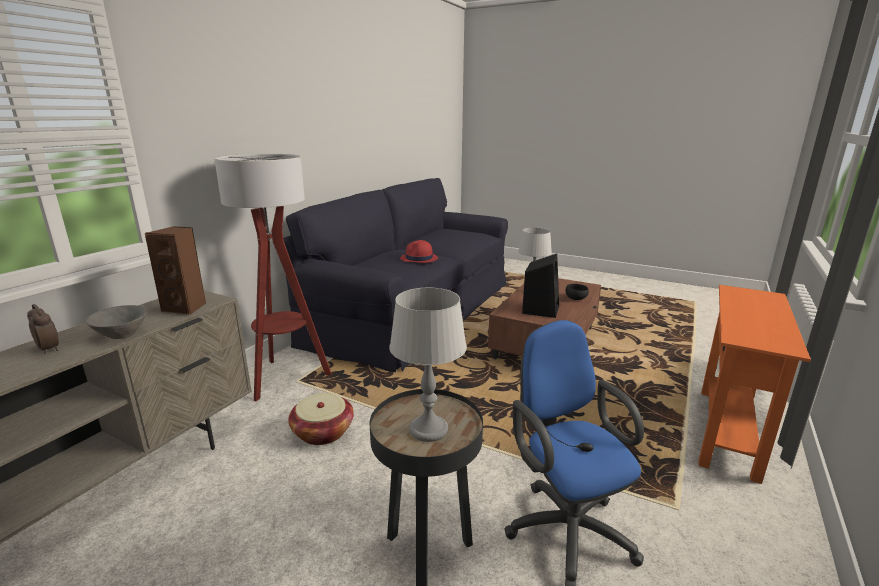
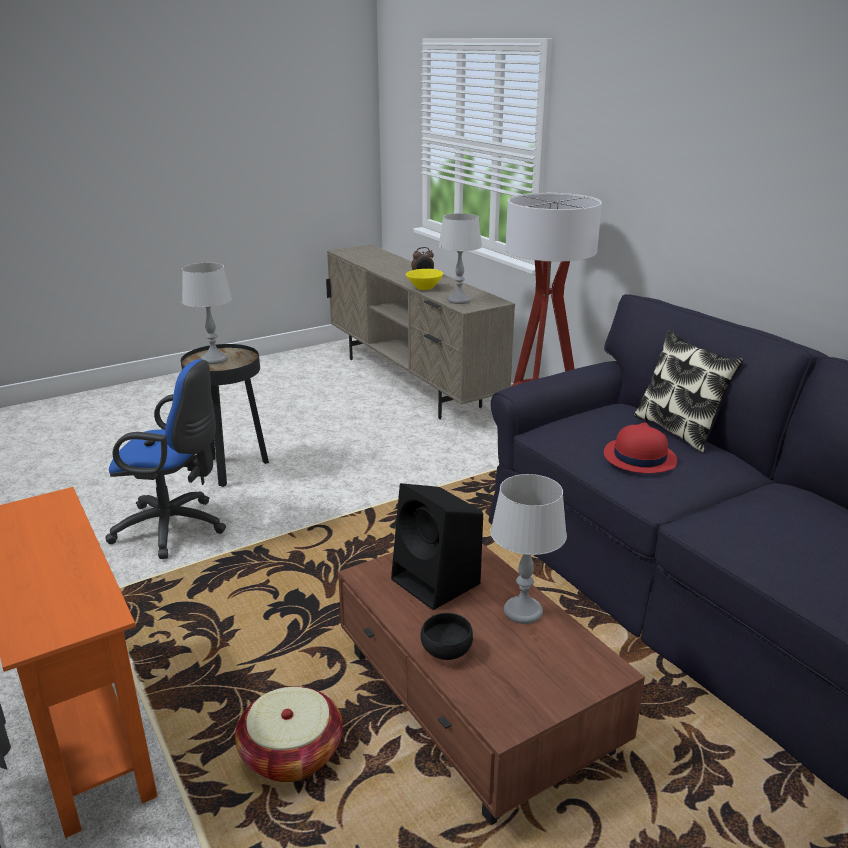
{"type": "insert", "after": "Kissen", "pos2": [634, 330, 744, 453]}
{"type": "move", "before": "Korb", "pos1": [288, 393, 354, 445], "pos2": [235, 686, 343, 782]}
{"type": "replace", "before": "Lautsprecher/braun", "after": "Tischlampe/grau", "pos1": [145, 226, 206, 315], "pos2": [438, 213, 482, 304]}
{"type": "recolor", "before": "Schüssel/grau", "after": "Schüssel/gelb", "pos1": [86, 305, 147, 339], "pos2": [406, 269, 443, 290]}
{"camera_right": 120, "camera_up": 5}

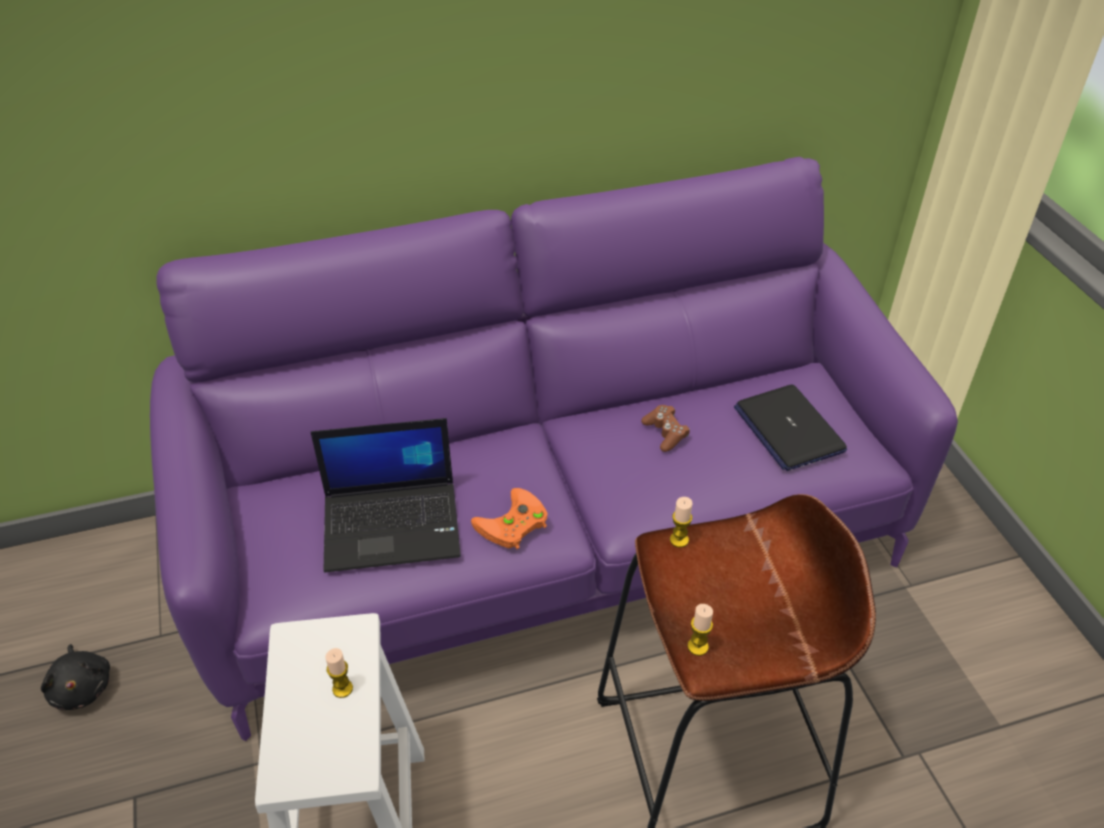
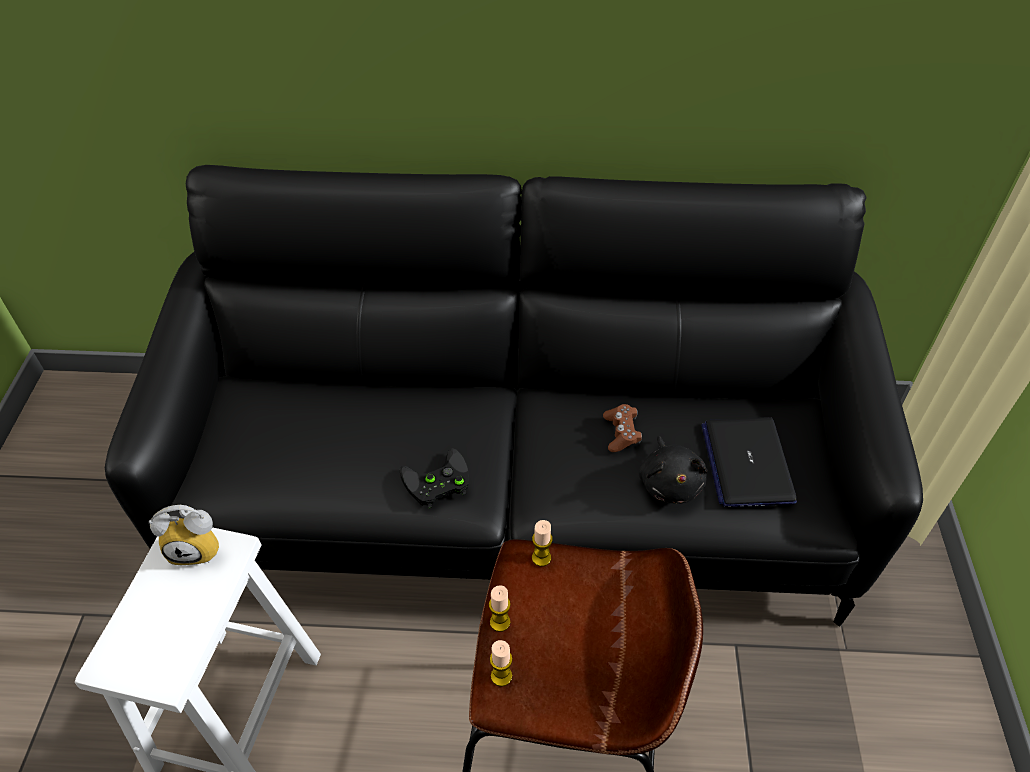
{"type": "delete", "before": "Laptop", "pos1": [311, 418, 461, 572]}
{"type": "insert", "after": "Wecker", "pos2": [149, 505, 219, 565]}
{"type": "move", "before": "Plüschtier/schwarz", "pos1": [41, 644, 110, 710], "pos2": [639, 436, 708, 504]}
{"type": "move", "before": "Kerze", "pos1": [326, 648, 353, 698], "pos2": [489, 585, 510, 632]}
{"type": "recolor", "before": "Sofa/lila", "after": "Sofa/schwarz", "pos1": [150, 157, 958, 741], "pos2": [105, 165, 923, 627]}
{"type": "recolor", "before": "Gamepad/orange", "after": "Gamepad/schwarz", "pos1": [471, 488, 548, 549], "pos2": [400, 448, 469, 508]}
{"camera_right": 20, "camera_up": 5}

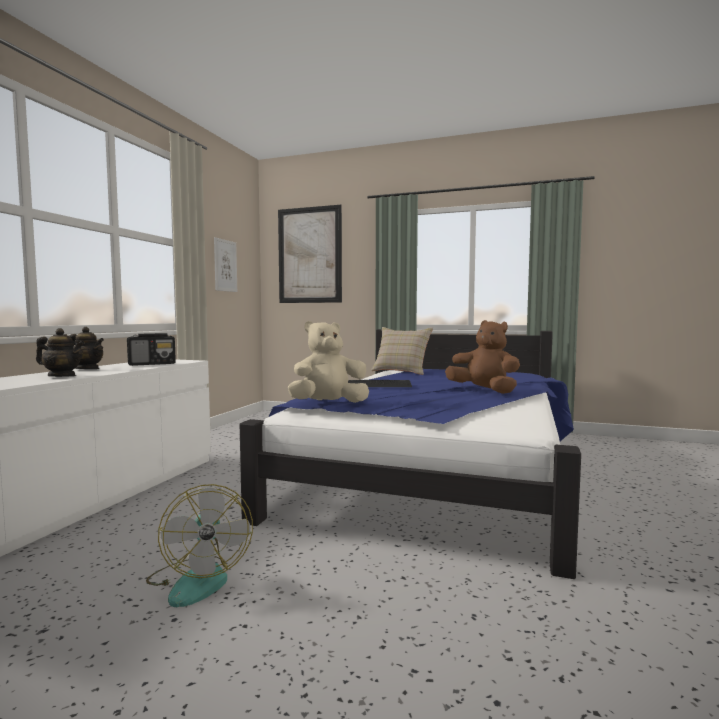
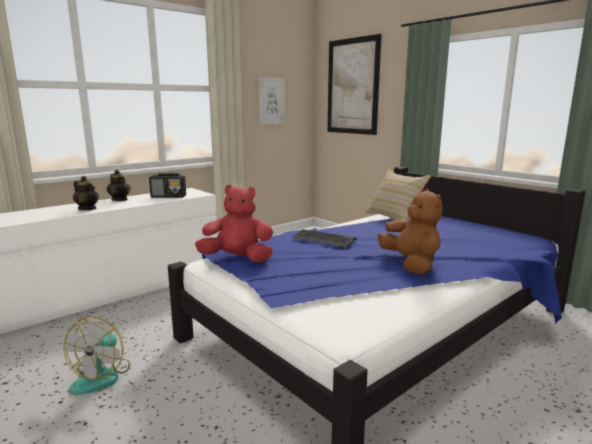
{"type": "recolor", "before": "Plüschtier/beige", "after": "Plüschtier/rot", "pos1": [288, 321, 369, 403], "pos2": [195, 185, 273, 263]}
{"camera_right": 30, "camera_up": 10}

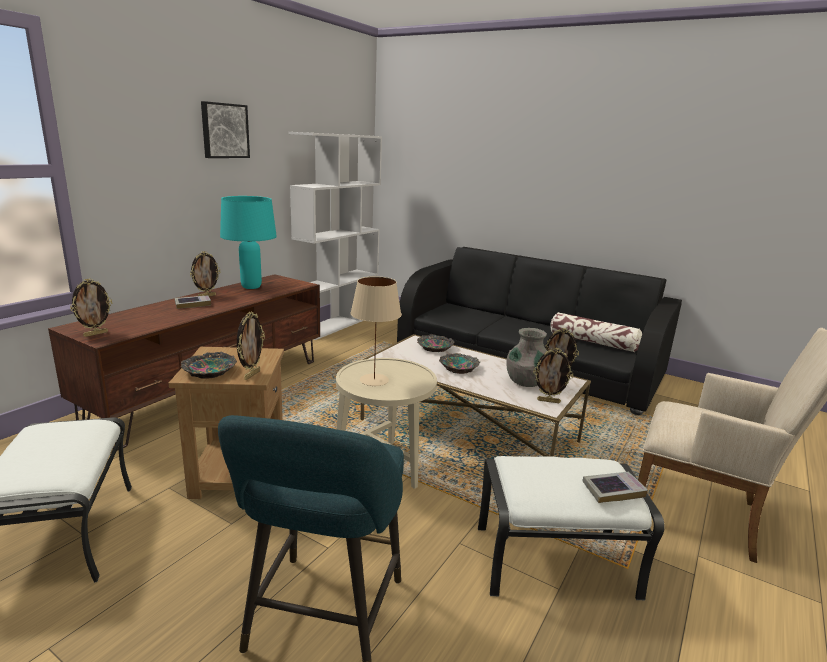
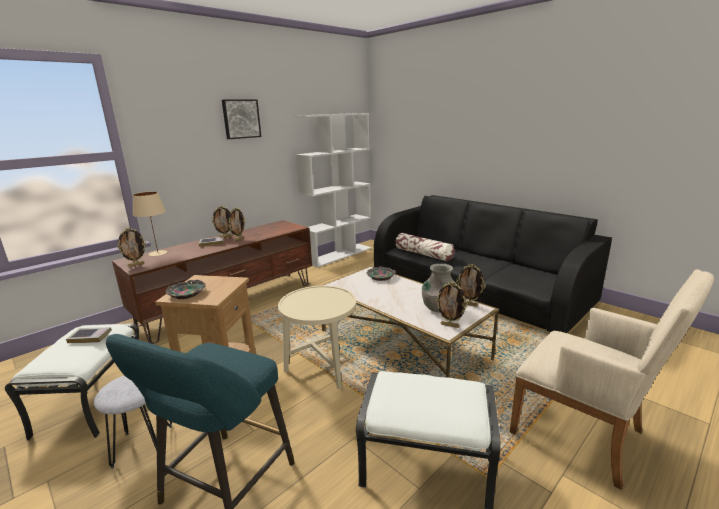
{"type": "delete", "before": "Tischlampe/türkis", "pos1": [220, 196, 277, 289]}
{"type": "delete", "before": "Schüssel", "pos1": [439, 353, 480, 374]}
{"type": "insert", "after": "Hocker/grau", "pos2": [94, 375, 173, 469]}
{"type": "move", "before": "Bilderrahmen", "pos1": [237, 311, 265, 380], "pos2": [228, 207, 246, 241]}
{"type": "move", "before": "Tischlampe/beige", "pos1": [350, 276, 402, 386], "pos2": [133, 191, 167, 256]}
{"type": "move", "before": "Kissen", "pos1": [550, 312, 642, 352], "pos2": [395, 233, 455, 261]}
{"type": "move", "before": "Buch", "pos1": [582, 472, 648, 503], "pos2": [66, 327, 112, 343]}
{"camera_right": 15, "camera_up": 0}

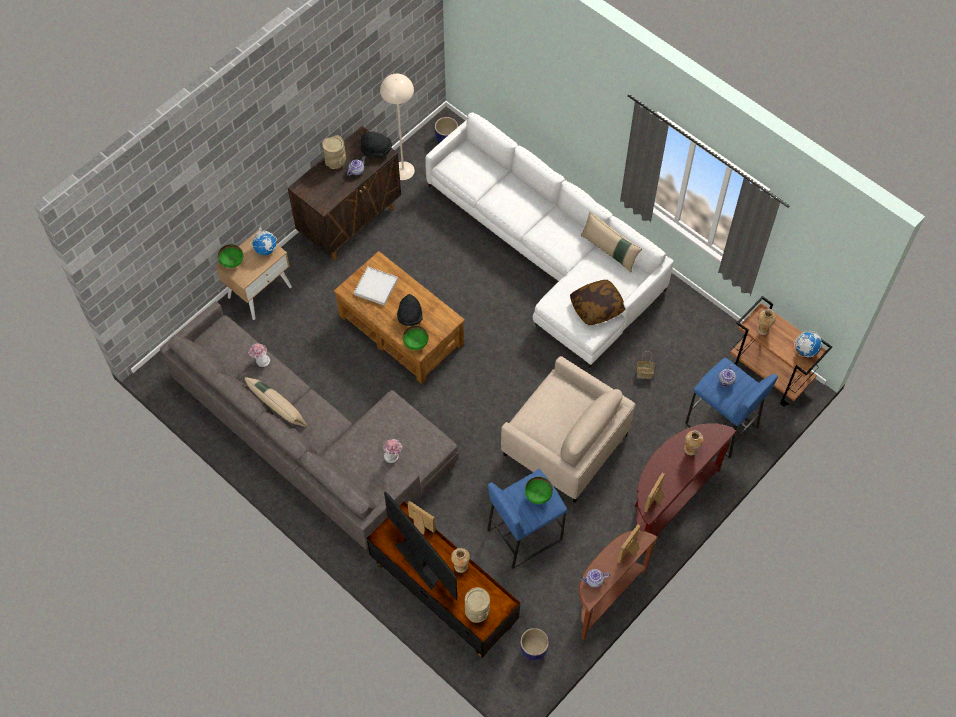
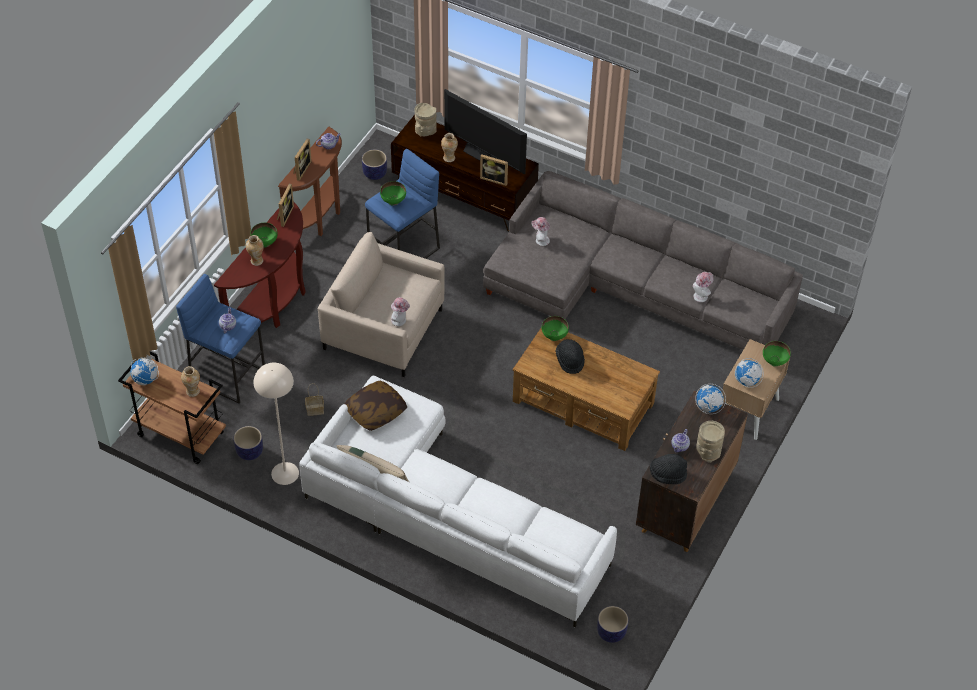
{"type": "delete", "before": "Kissen/beige", "pos1": [245, 377, 307, 427]}
{"type": "delete", "before": "Tablett/weiß", "pos1": [354, 266, 398, 305]}
{"type": "insert", "after": "Pflanzkübel", "pos2": [234, 426, 263, 460]}
{"type": "insert", "after": "Schüssel/grün", "pos2": [251, 223, 278, 247]}
{"type": "insert", "after": "Hut", "pos2": [391, 297, 410, 326]}
{"type": "insert", "after": "Globus", "pos2": [695, 384, 726, 414]}
{"type": "move", "before": "Stehlampe/beige", "pos1": [380, 74, 415, 180], "pos2": [254, 363, 299, 485]}
{"camera_right": 165, "camera_up": -10}

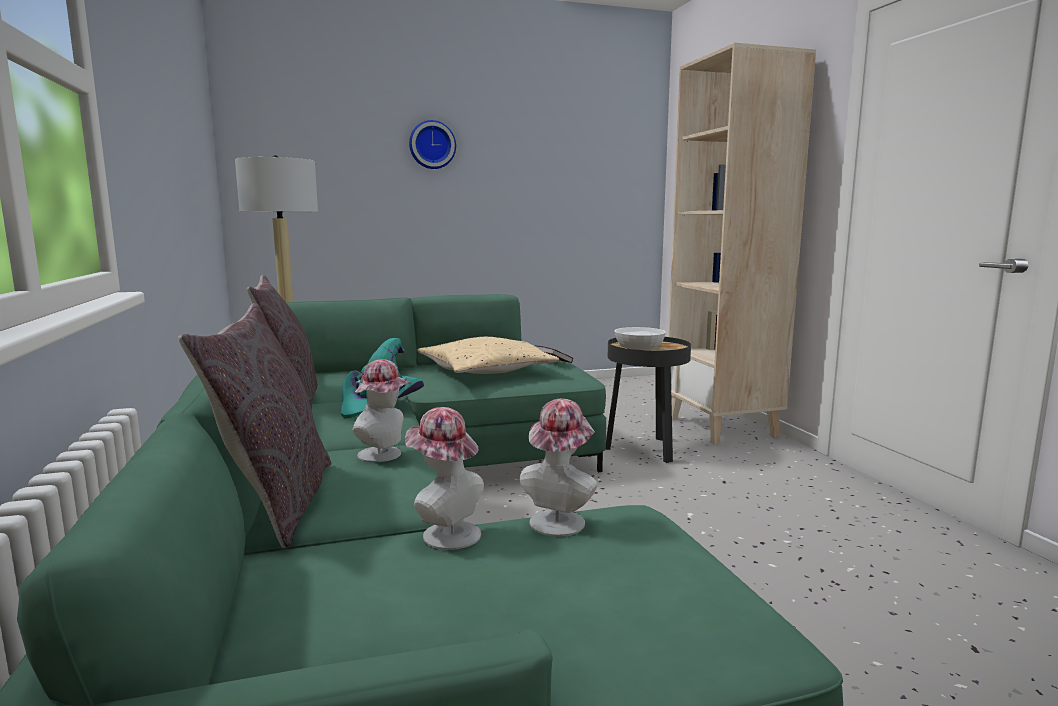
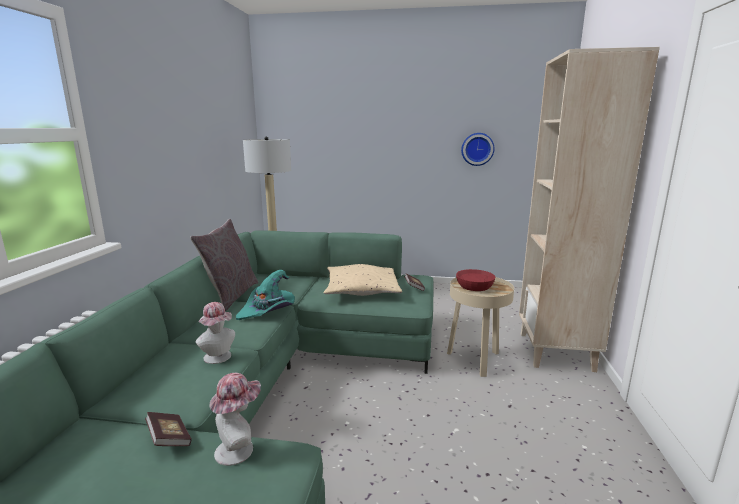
{"type": "delete", "before": "Kissen/grau", "pos1": [179, 303, 331, 548]}
{"type": "move", "before": "Wanduhr", "pos1": [409, 120, 456, 169], "pos2": [461, 133, 495, 166]}
{"type": "replace", "before": "Hut", "after": "Buch", "pos1": [405, 407, 484, 550], "pos2": [145, 412, 192, 446]}
{"type": "recolor", "before": "Beistelltisch/schwarz", "after": "Beistelltisch/beige", "pos1": [606, 337, 691, 463], "pos2": [447, 277, 514, 377]}
{"type": "recolor", "before": "Schüssel/weiß", "after": "Schüssel/rot", "pos1": [614, 327, 666, 350], "pos2": [456, 269, 495, 291]}
{"camera_right": 25, "camera_up": 5}

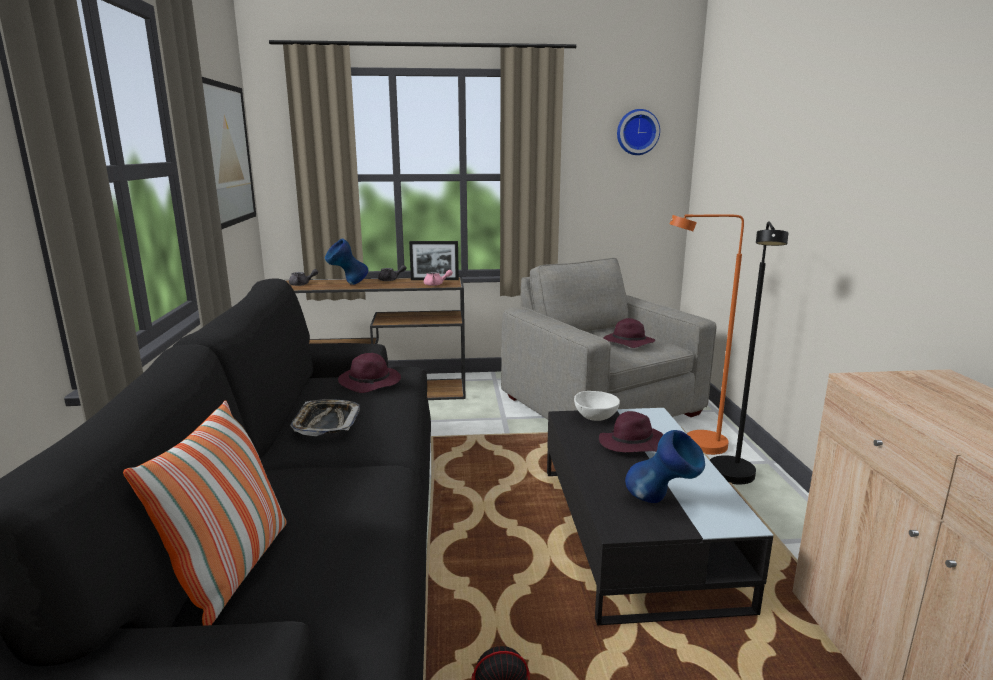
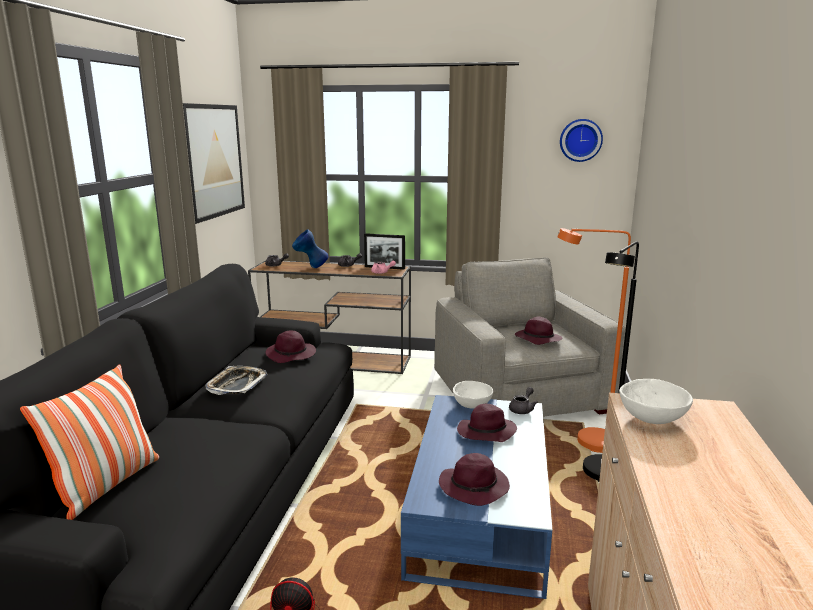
{"type": "insert", "after": "Teekanne/grau", "pos2": [509, 387, 538, 414]}
{"type": "insert", "after": "Schüssel/weiß", "pos2": [619, 379, 693, 424]}
{"type": "replace", "before": "Vase/blau", "after": "Hut/lila", "pos1": [625, 430, 705, 503], "pos2": [439, 453, 510, 506]}
{"type": "recolor", "before": "Couchtisch/schwarz", "after": "Couchtisch/blau", "pos1": [547, 408, 773, 625], "pos2": [401, 395, 552, 599]}
{"camera_right": 15, "camera_up": 0}

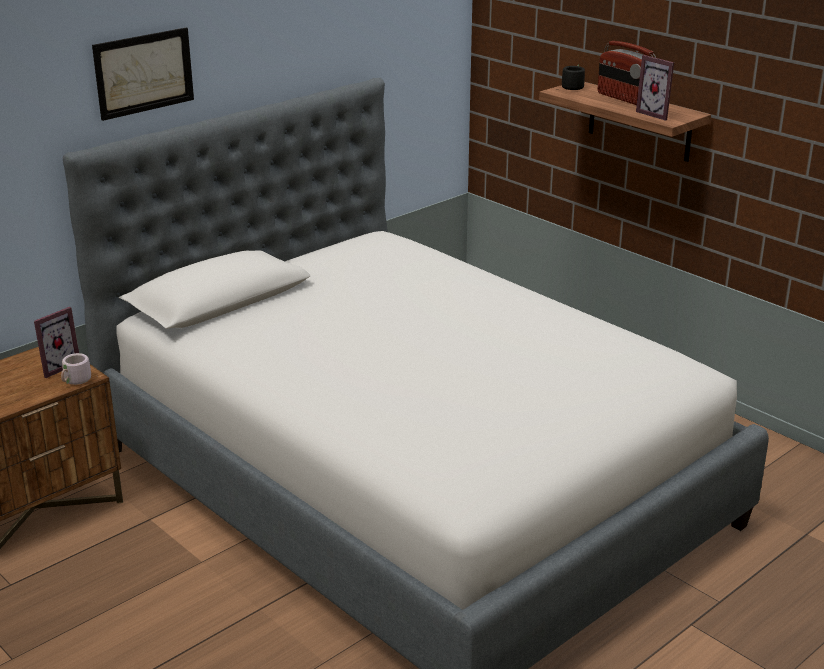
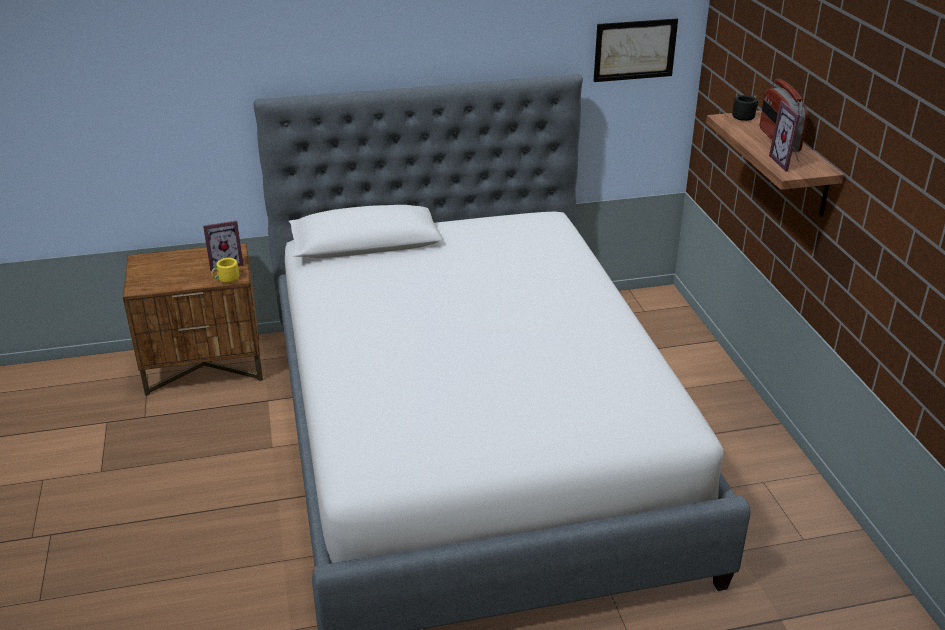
{"type": "move", "before": "Bild", "pos1": [92, 28, 194, 121], "pos2": [593, 18, 678, 82]}
{"type": "recolor", "before": "Henkelbecher/grau", "after": "Henkelbecher/gelb", "pos1": [61, 353, 91, 385], "pos2": [212, 258, 239, 283]}
{"camera_right": 30, "camera_up": 5}

